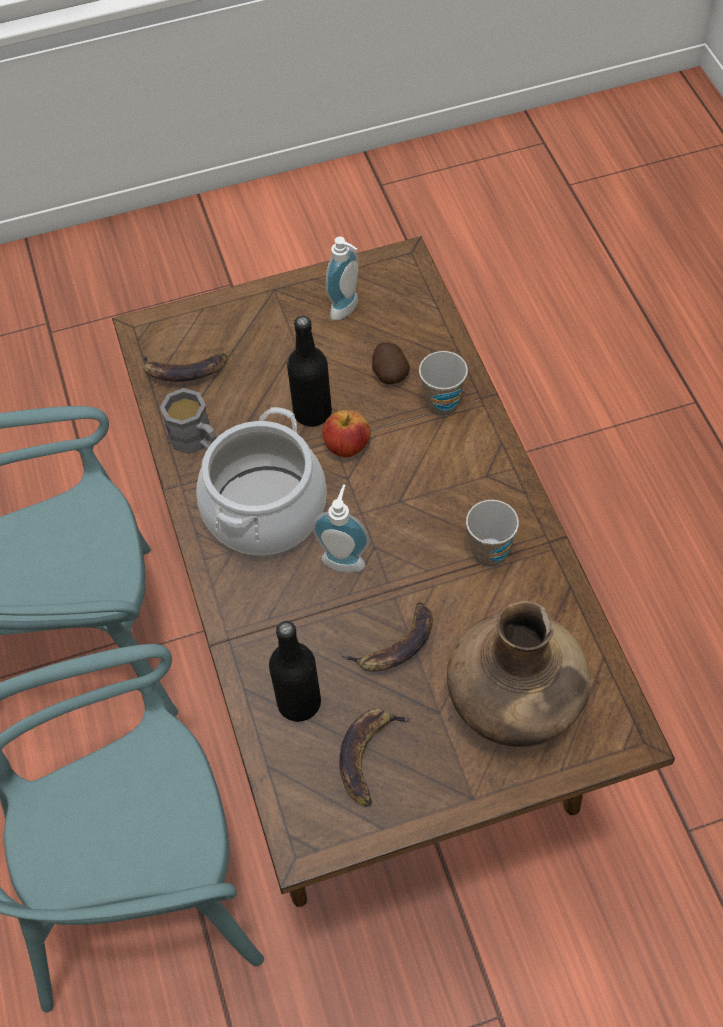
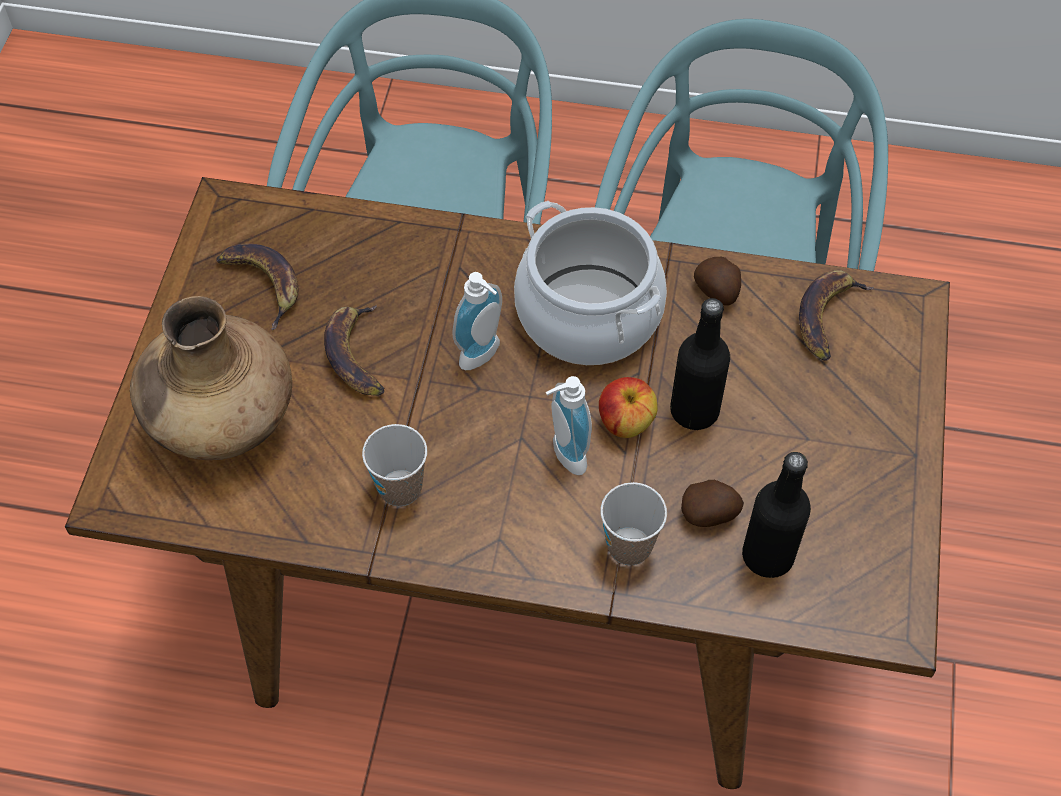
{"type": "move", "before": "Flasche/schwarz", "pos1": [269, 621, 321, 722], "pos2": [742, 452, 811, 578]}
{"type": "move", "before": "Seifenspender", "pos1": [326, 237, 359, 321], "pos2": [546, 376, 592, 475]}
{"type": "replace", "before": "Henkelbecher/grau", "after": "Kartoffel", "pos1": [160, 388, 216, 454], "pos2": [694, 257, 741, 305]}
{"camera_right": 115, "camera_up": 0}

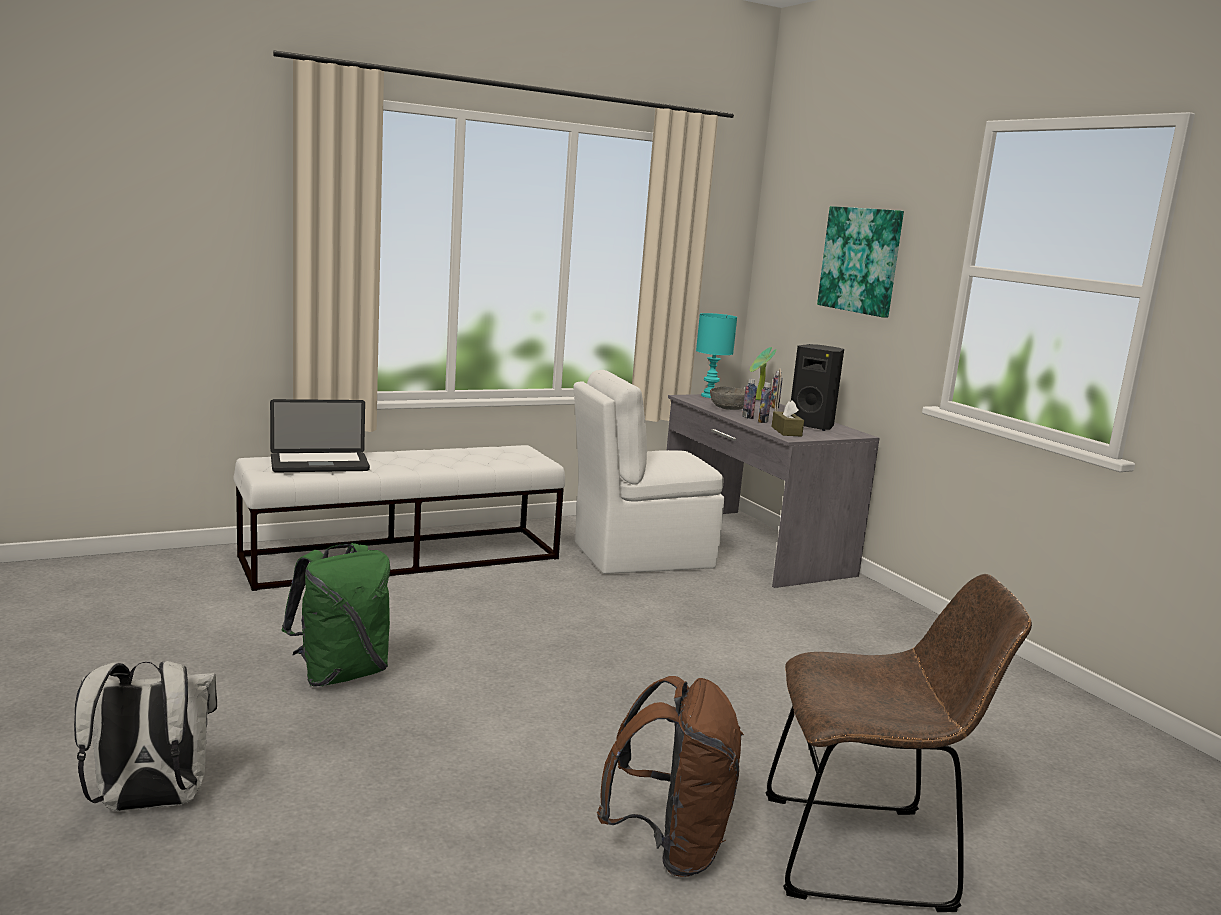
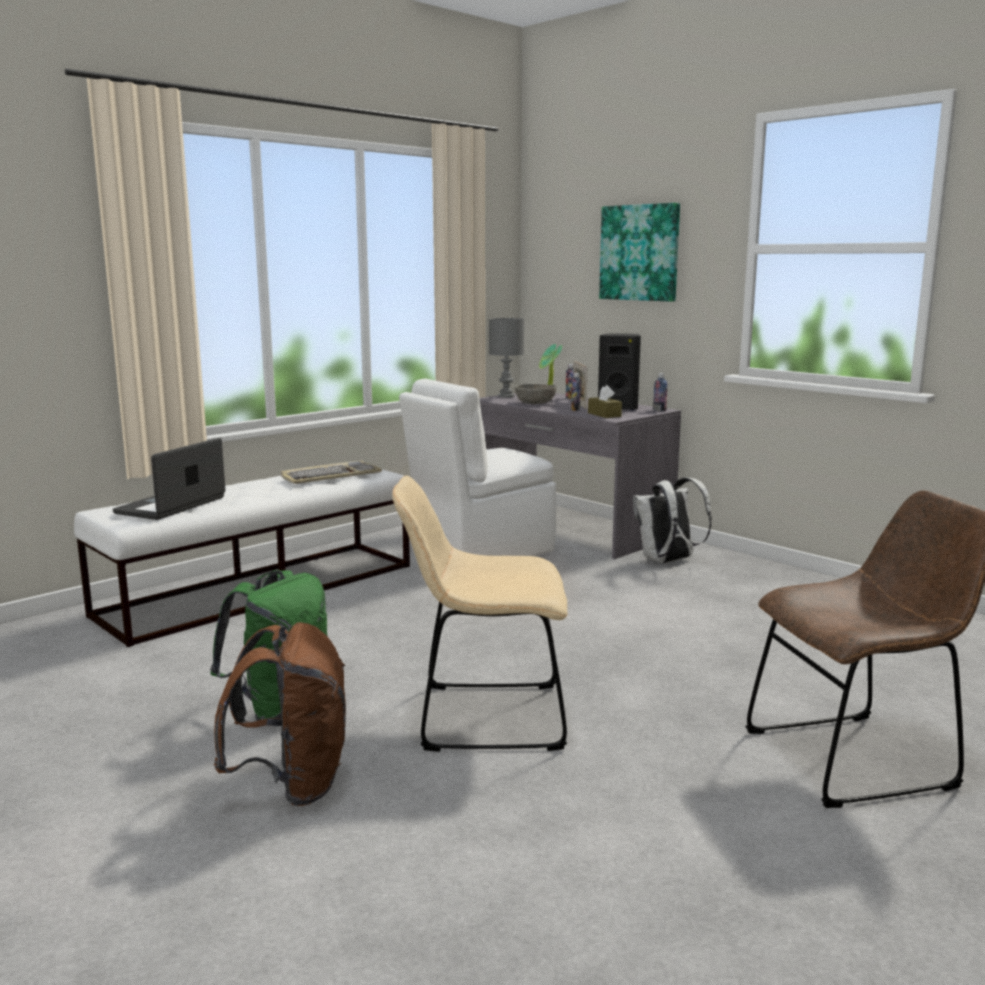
{"type": "insert", "after": "Tastatur", "pos2": [281, 461, 382, 484]}
{"type": "insert", "after": "Stuhl/beige", "pos2": [392, 475, 567, 752]}
{"type": "move", "before": "Rucksack/weiß", "pos1": [74, 661, 217, 811], "pos2": [633, 478, 712, 563]}
{"type": "move", "before": "Rucksack/braun", "pos1": [597, 676, 744, 877], "pos2": [214, 622, 346, 806]}
{"type": "move", "before": "Flasche", "pos1": [742, 379, 757, 419], "pos2": [653, 373, 667, 411]}
{"type": "recolor", "before": "Tischlampe/türkis", "after": "Tischlampe/grau", "pos1": [696, 313, 737, 398], "pos2": [489, 318, 524, 397]}
{"type": "rotate", "before": "Laptop", "pos1": [270, 399, 370, 472], "pos2": [113, 438, 226, 520], "turn": 150}
{"camera_right": -15, "camera_up": 0}

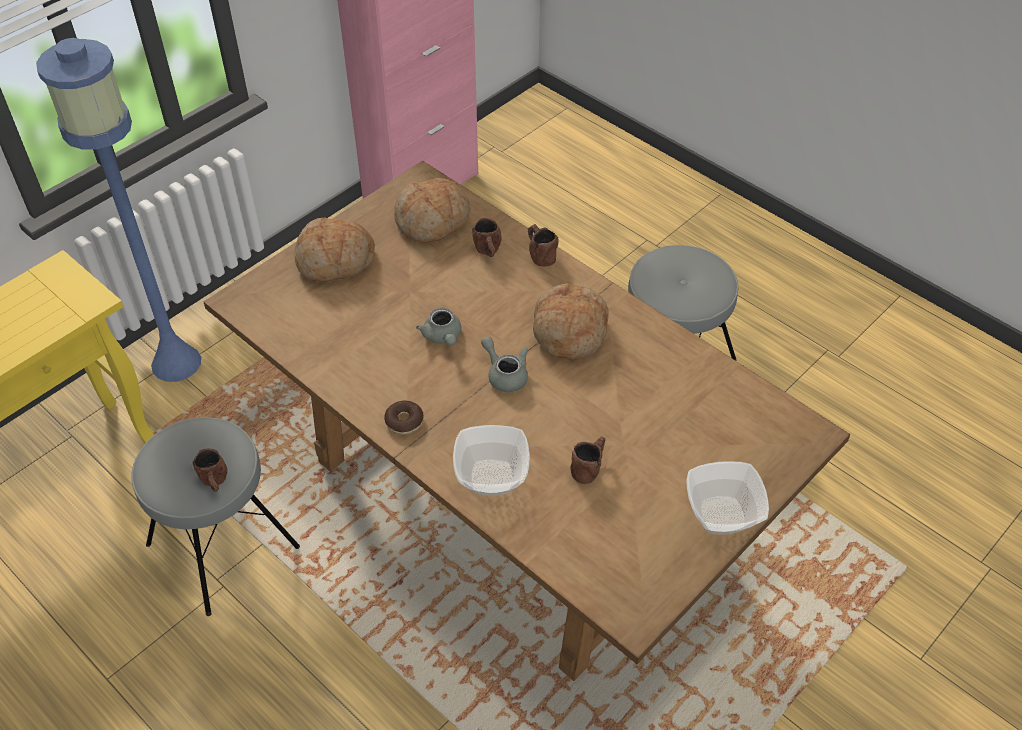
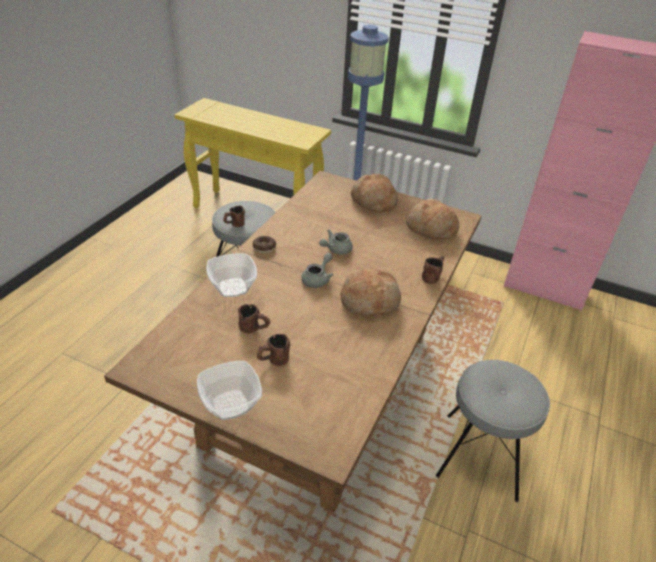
{"type": "move", "before": "Henkelbecher/braun", "pos1": [472, 218, 502, 257], "pos2": [257, 334, 290, 366]}
{"camera_right": 70, "camera_up": -10}

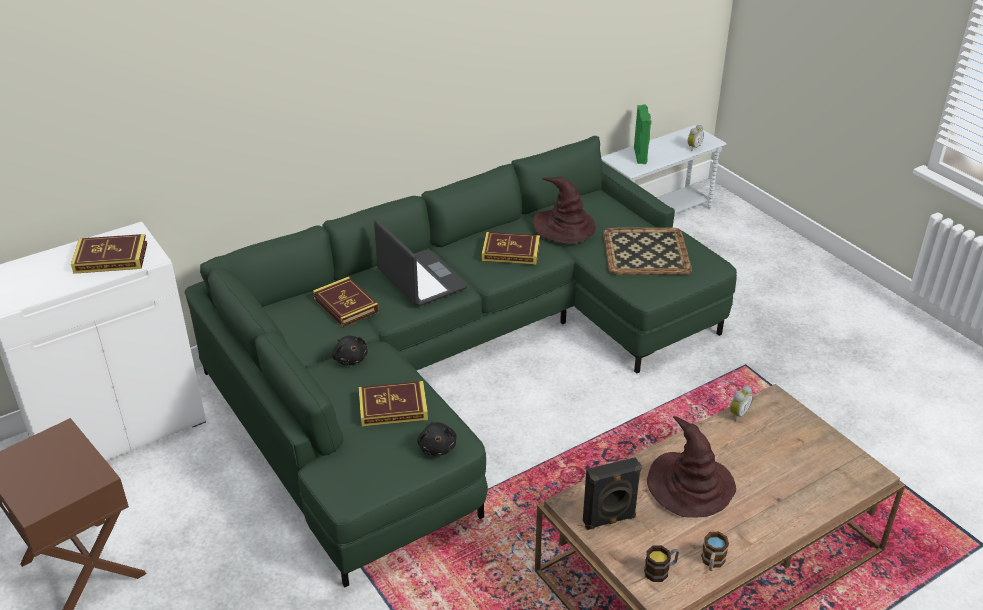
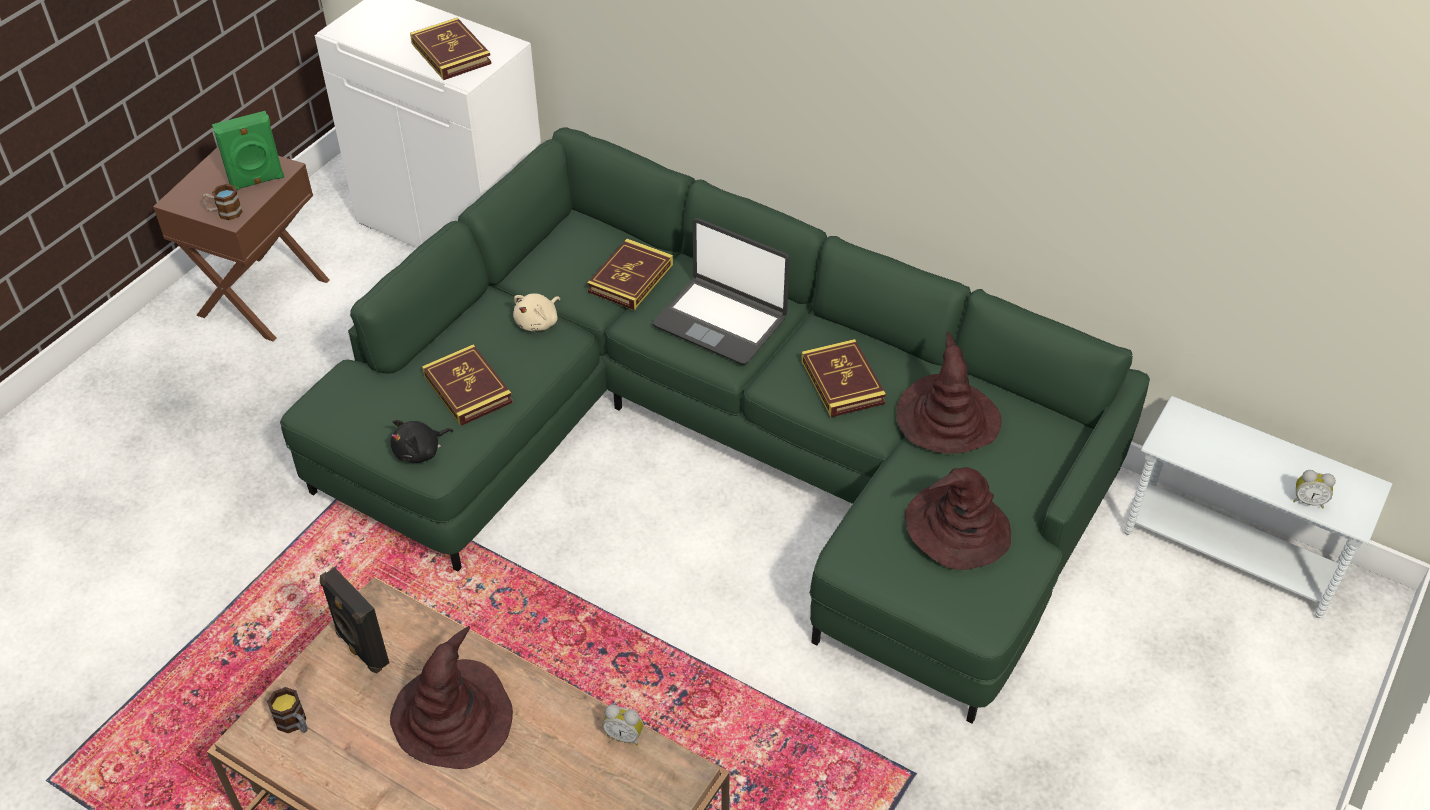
{"type": "move", "before": "Lautsprecher/grün", "pos1": [634, 105, 652, 164], "pos2": [212, 111, 284, 190]}
{"type": "move", "before": "Henkelbecher", "pos1": [701, 532, 729, 571], "pos2": [202, 184, 243, 220]}
{"type": "replace", "before": "Tablett", "after": "Hut/braun", "pos1": [603, 228, 692, 275], "pos2": [905, 467, 1011, 570]}
{"type": "recolor", "before": "Plüschtier/schwarz", "after": "Plüschtier/beige", "pos1": [332, 336, 368, 365], "pos2": [513, 293, 560, 331]}
{"type": "rotate", "before": "Laptop", "pos1": [374, 219, 467, 306], "pos2": [653, 218, 790, 365], "turn": 90}
{"camera_right": 65, "camera_up": 10}

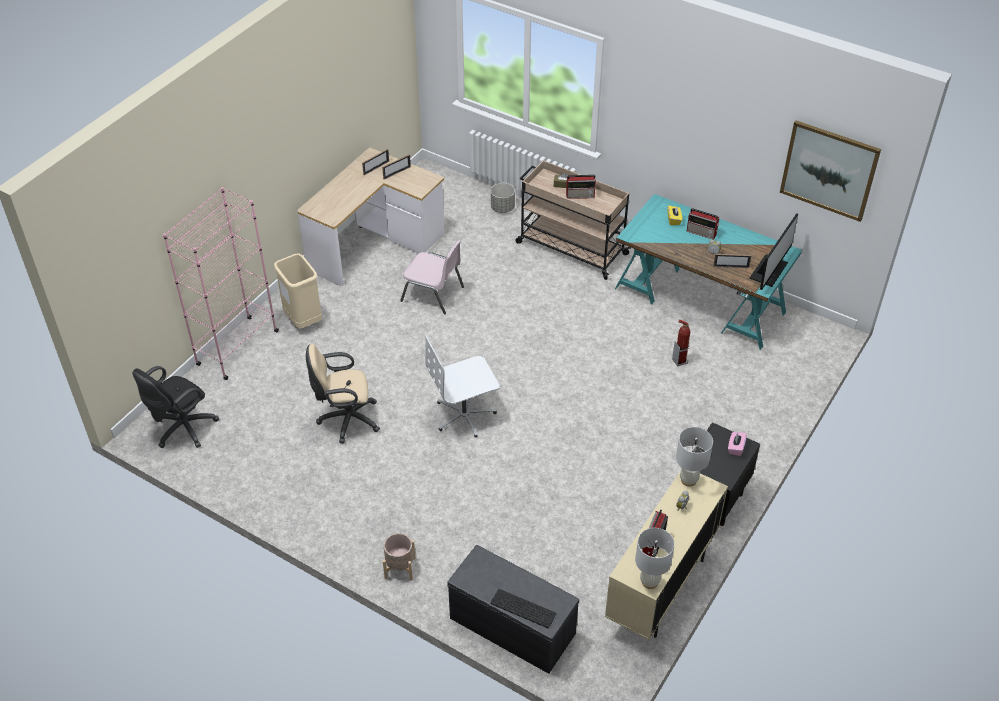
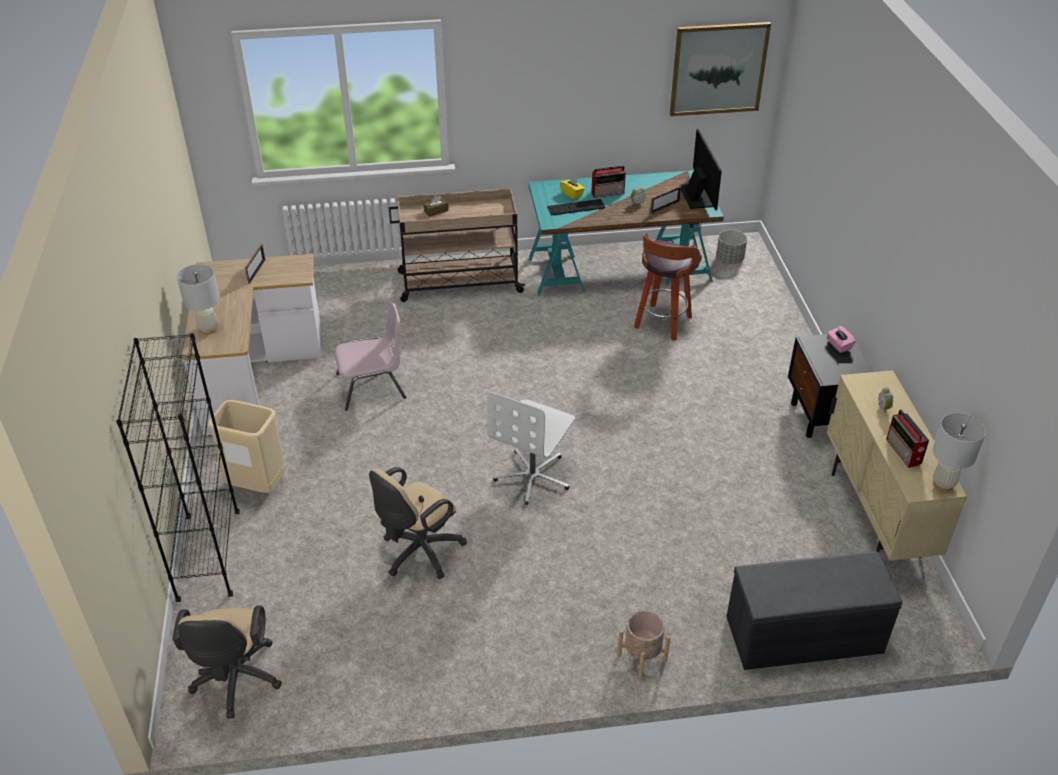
{"type": "delete", "before": "Bilderrahmen", "pos1": [362, 149, 389, 175]}
{"type": "delete", "before": "Radio", "pos1": [566, 175, 597, 199]}
{"type": "move", "before": "Tastatur", "pos1": [490, 589, 557, 628], "pos2": [547, 199, 605, 215]}
{"type": "move", "before": "Pflanzkübel/grau", "pos1": [491, 183, 515, 213], "pos2": [716, 230, 747, 264]}
{"type": "move", "before": "Tischlampe/weiß", "pos1": [676, 427, 713, 487], "pos2": [177, 264, 220, 335]}
{"type": "replace", "before": "Feuerlöscher", "after": "Hocker", "pos1": [672, 319, 690, 366], "pos2": [634, 233, 702, 341]}
{"type": "recolor", "before": "Bürostuhl/schwarz", "after": "Bürostuhl/beige", "pos1": [132, 366, 219, 448], "pos2": [173, 605, 282, 718]}
{"type": "recolor", "before": "Bücherregal/rosa", "after": "Bücherregal/schwarz", "pos1": [163, 187, 279, 380], "pos2": [116, 333, 240, 602]}
{"camera_right": -40, "camera_up": -5}

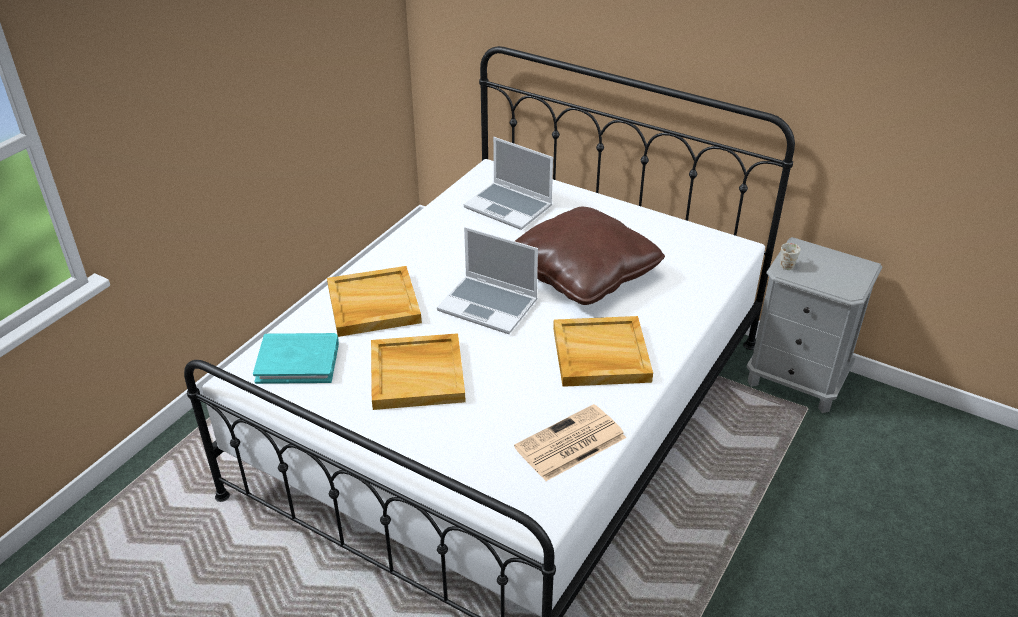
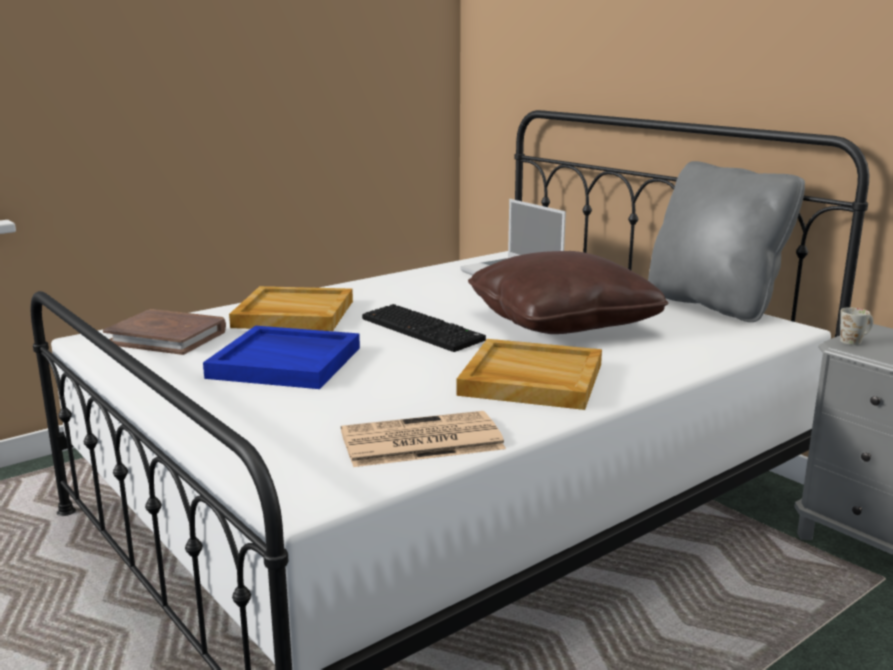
{"type": "insert", "after": "Kissen/grau", "pos2": [648, 161, 805, 322]}
{"type": "replace", "before": "Laptop", "after": "Tastatur", "pos1": [437, 227, 538, 334], "pos2": [362, 304, 486, 352]}
{"type": "recolor", "before": "Buch/türkis", "after": "Buch/braun", "pos1": [253, 333, 339, 384], "pos2": [103, 309, 226, 355]}
{"type": "recolor", "before": "Tablett/beige", "after": "Tablett/blau", "pos1": [371, 333, 466, 410], "pos2": [203, 326, 360, 389]}
{"camera_right": 20, "camera_up": -20}

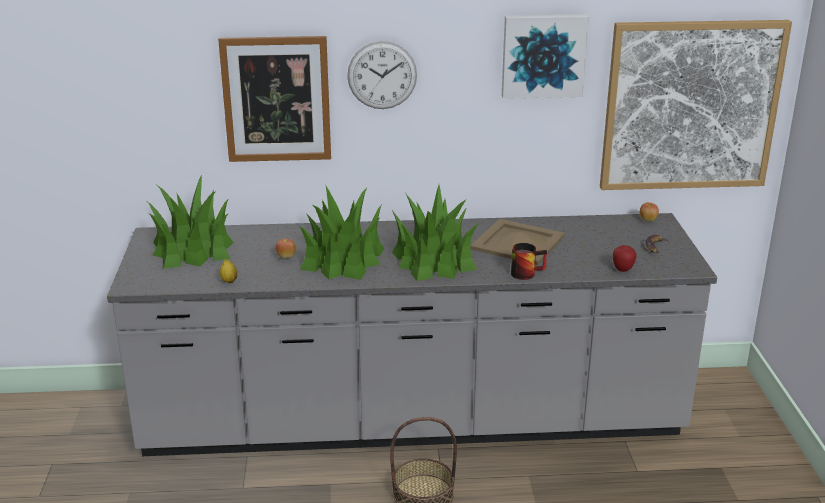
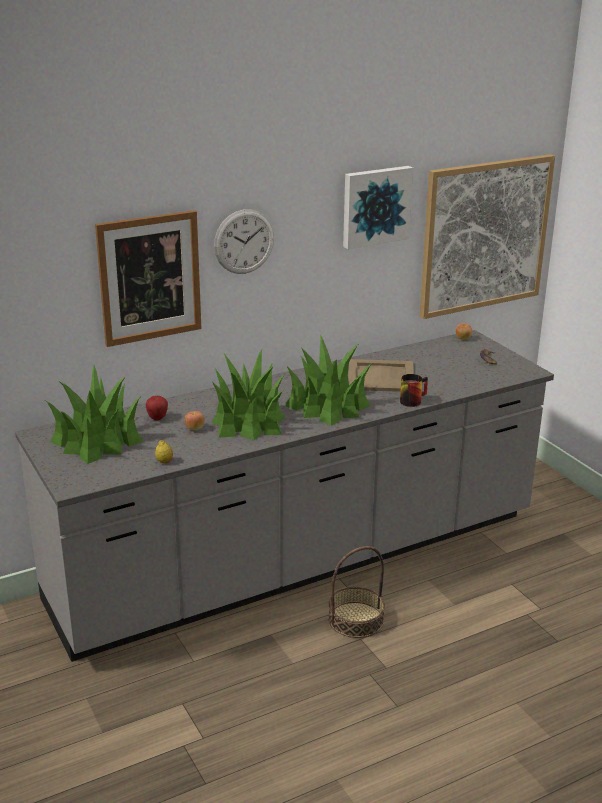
{"type": "move", "before": "Apfel", "pos1": [613, 245, 637, 272], "pos2": [146, 396, 168, 421]}
{"camera_right": -25, "camera_up": 0}

